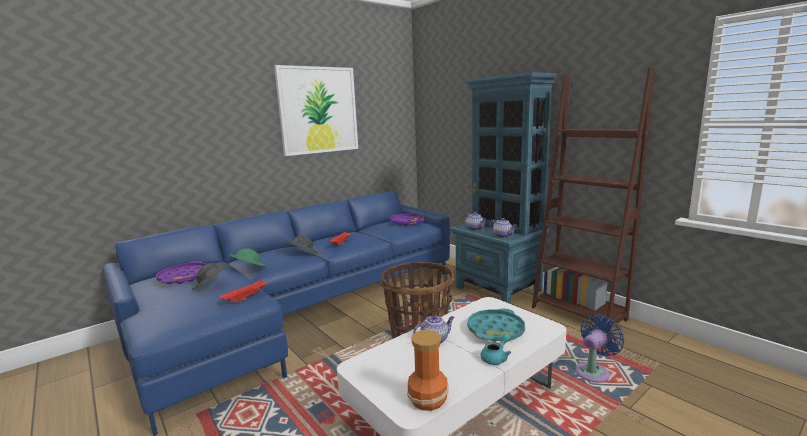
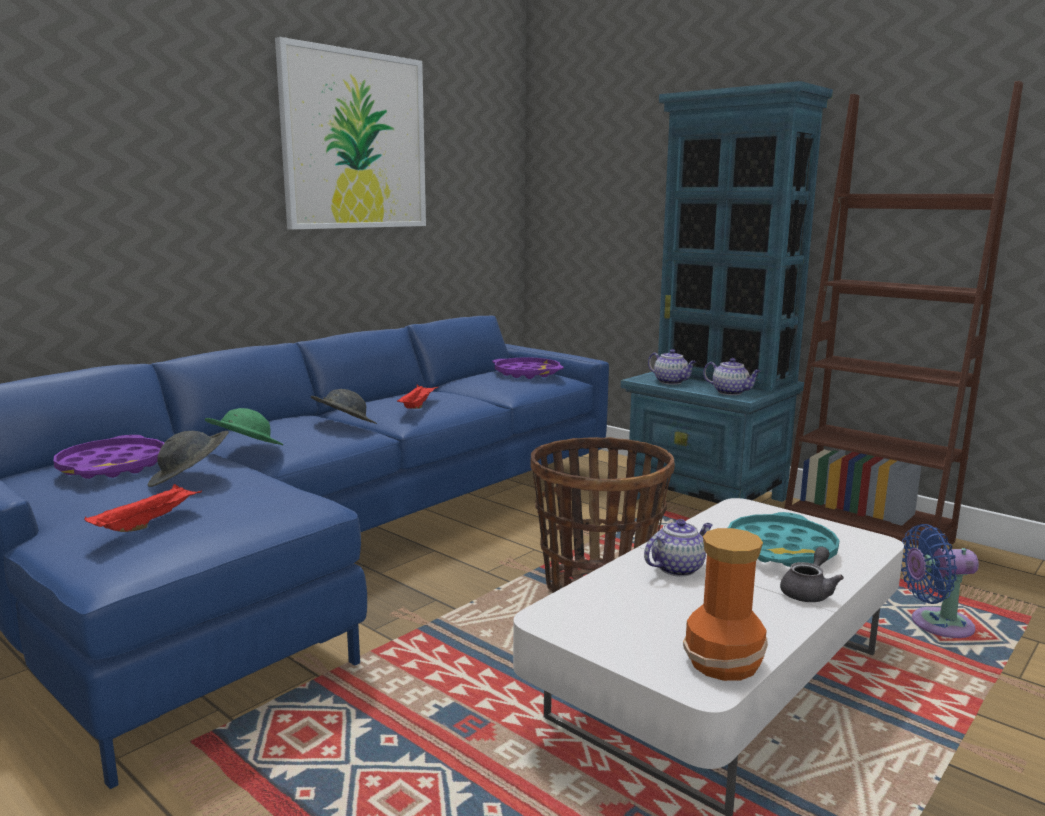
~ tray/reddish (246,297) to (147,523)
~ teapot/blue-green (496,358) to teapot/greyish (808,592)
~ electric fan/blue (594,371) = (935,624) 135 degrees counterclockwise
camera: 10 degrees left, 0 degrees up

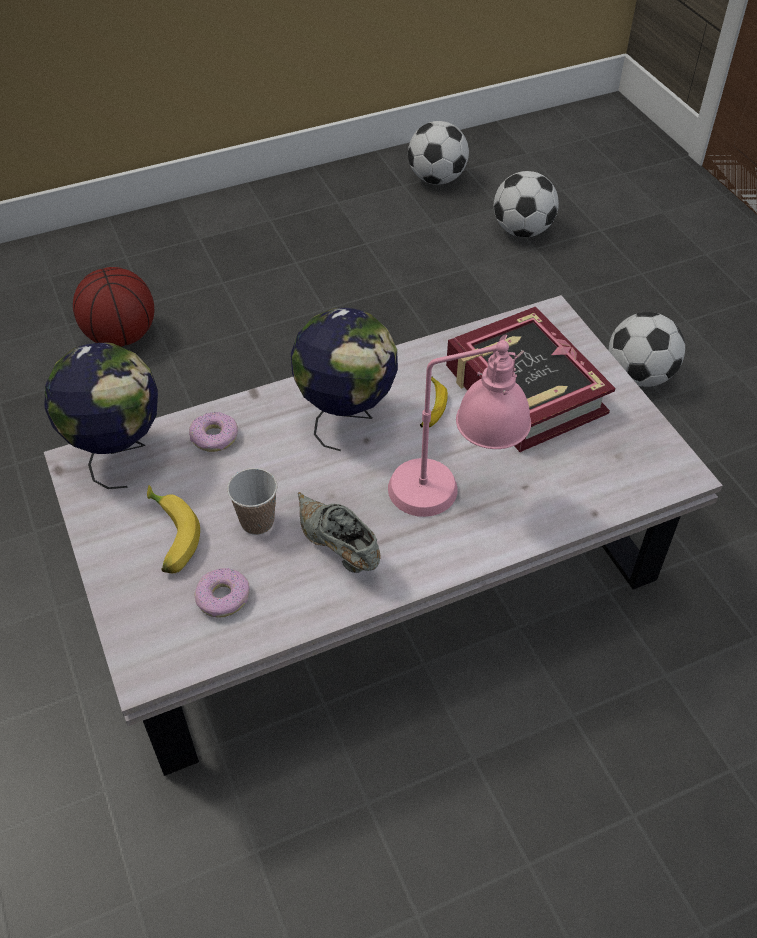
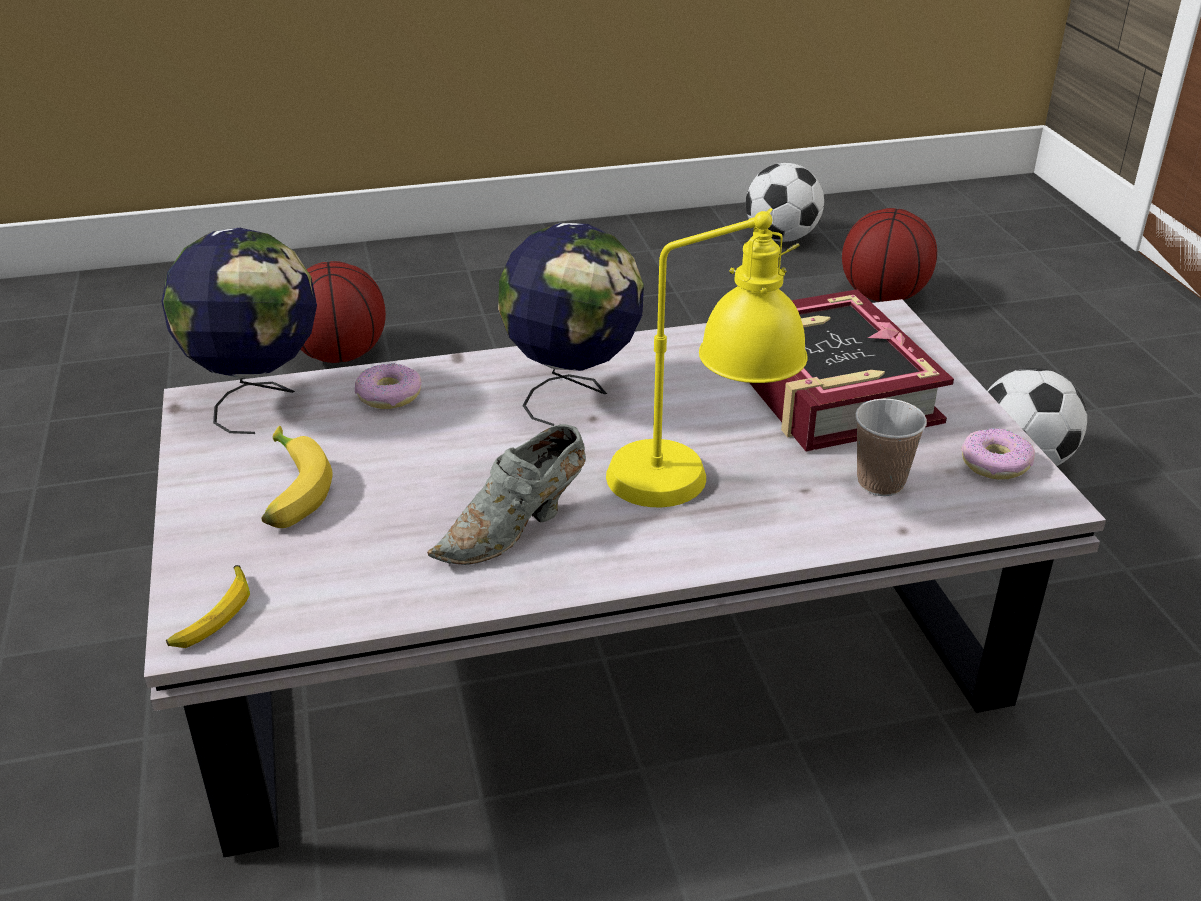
~ ring doughnut (222,597) to (994,463)
~ cup (257,522) to (880,483)
~ low shoe/greyish (338,548) = (516,528) 105 degrees counterclockwise
~ lamp for a table/pink-coloured (454,492) to lamp for a table/yellowish (700,485)
~ banana fruit (431,407) to (213,615)
~ ball for football (522,230) to ball for basketball (884,296)
camera: 10 degrees right, 15 degrees down

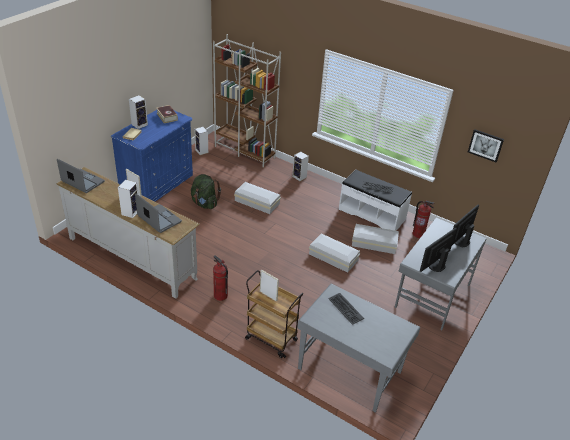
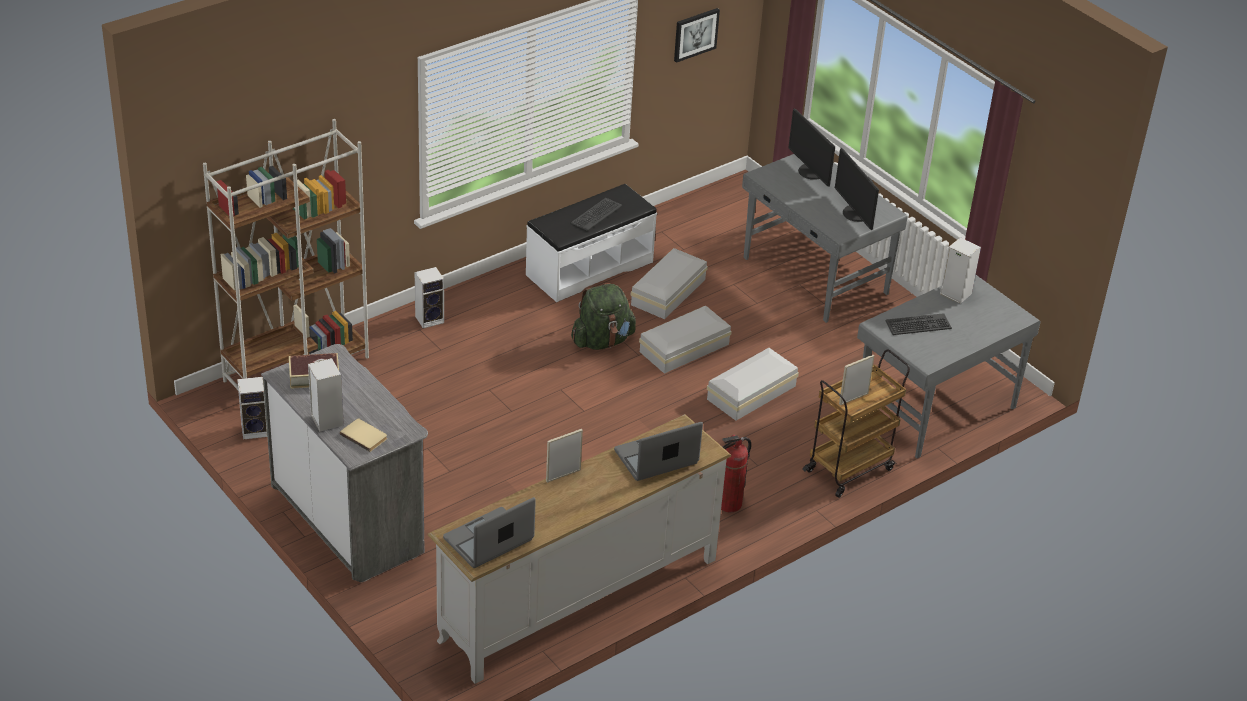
~ chest of drawers/blue (158,185) to chest of drawers/greyish (349,521)
~ audio speaker (130,212) to (954,293)
~ rucksack/green (204,203) to (602,341)
~ storage box/white-coloured (256,201) to (749,392)
- fire extinguisher (418,234)
camera: 70 degrees left, 0 degrees up

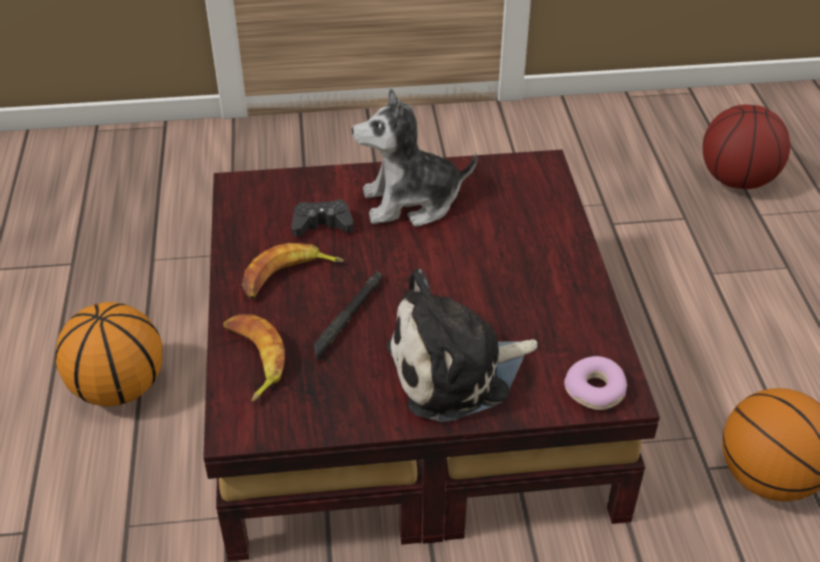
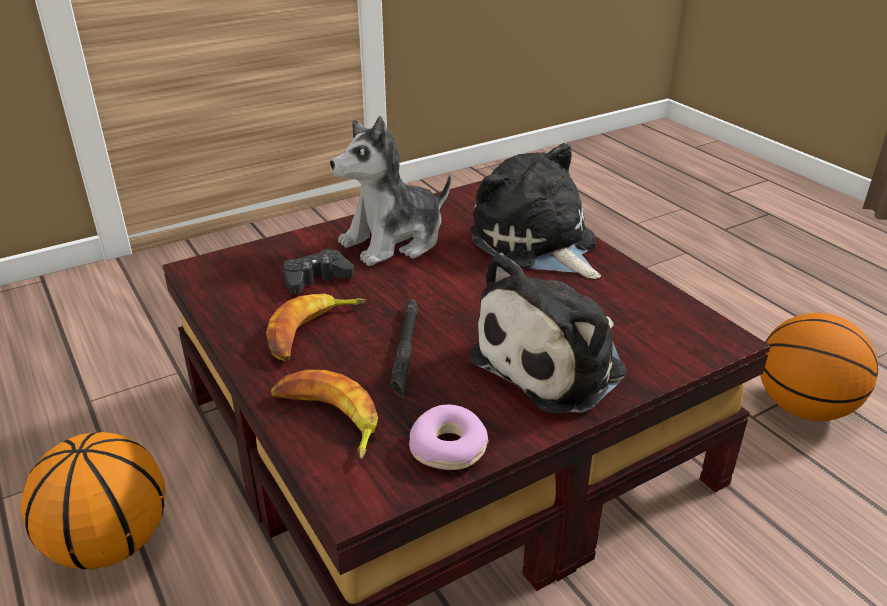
~ ring doughnut (595,390) to (449,448)
- ball for basketball (737,180)
+ cuddly toy (536,244)
camera: 25 degrees left, 10 degrees down

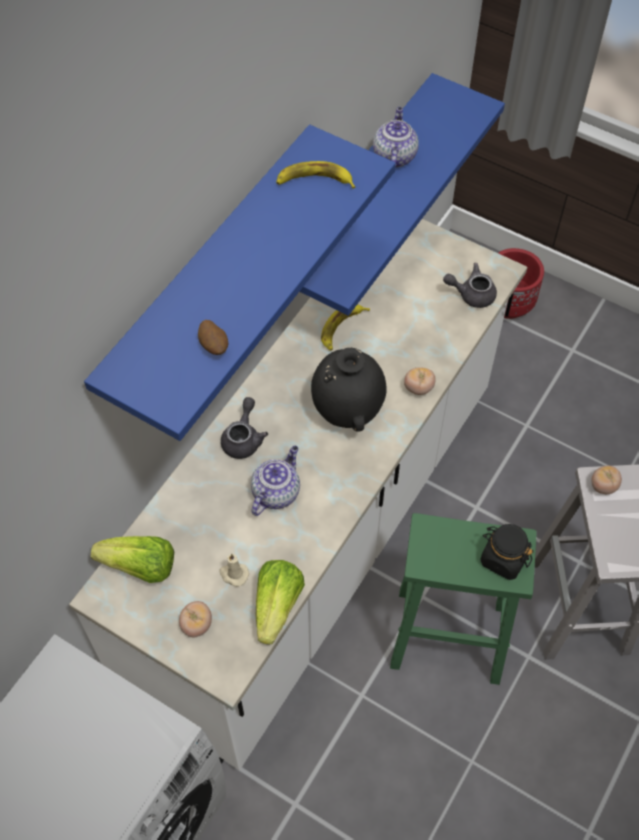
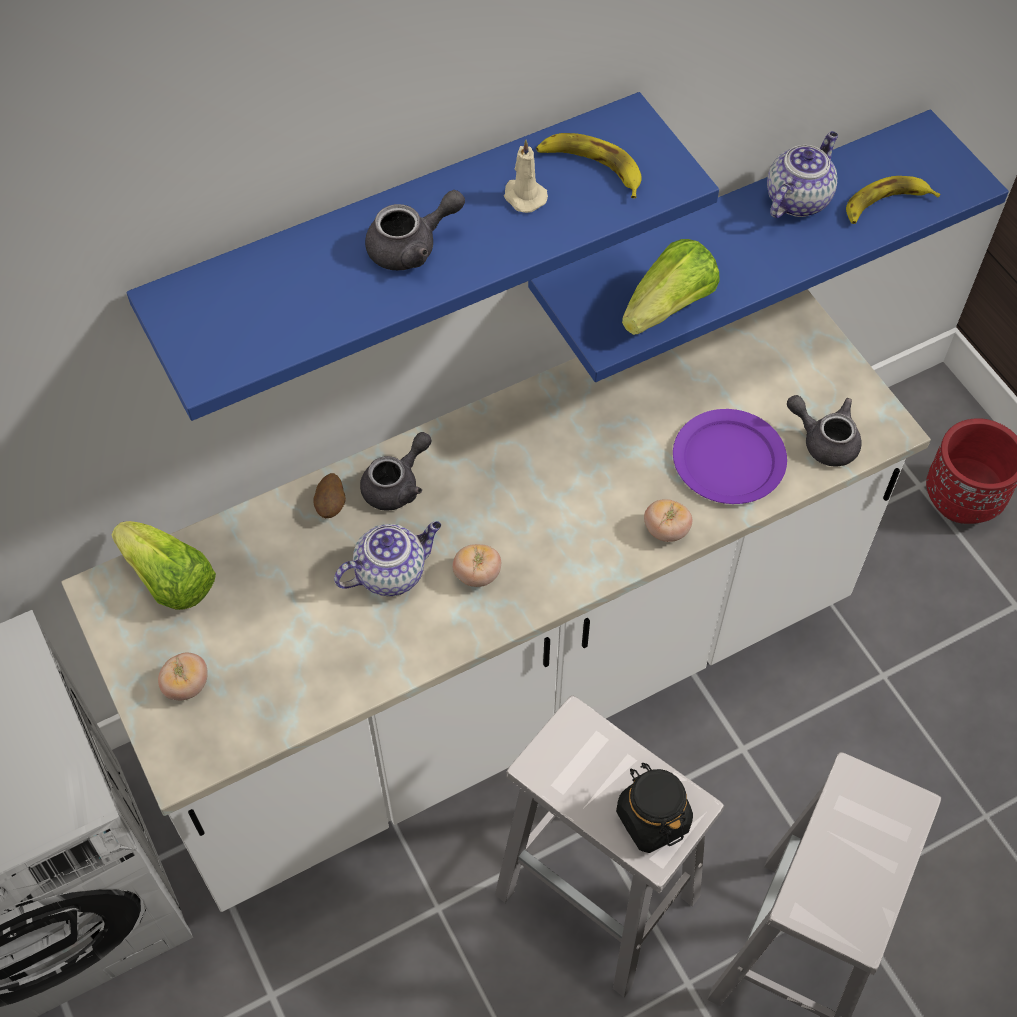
~ whole potato (214,346) to (331,505)
~ candle/beige (233,574) to (523,196)
~ head of lettuce (277,606) to (669,307)
- decorative vase/black (347,411)
~ banana fruit (342,328) to (885,205)
~ sitting stool/green (450,635) to sitting stool/white-coloured (600,897)
~ fresh tomato (603,486) to (477,575)
+ teapot/greyish (412,247)
+ plate/purple-coloured (729,460)
camera: 30 degrees right, 0 degrees up

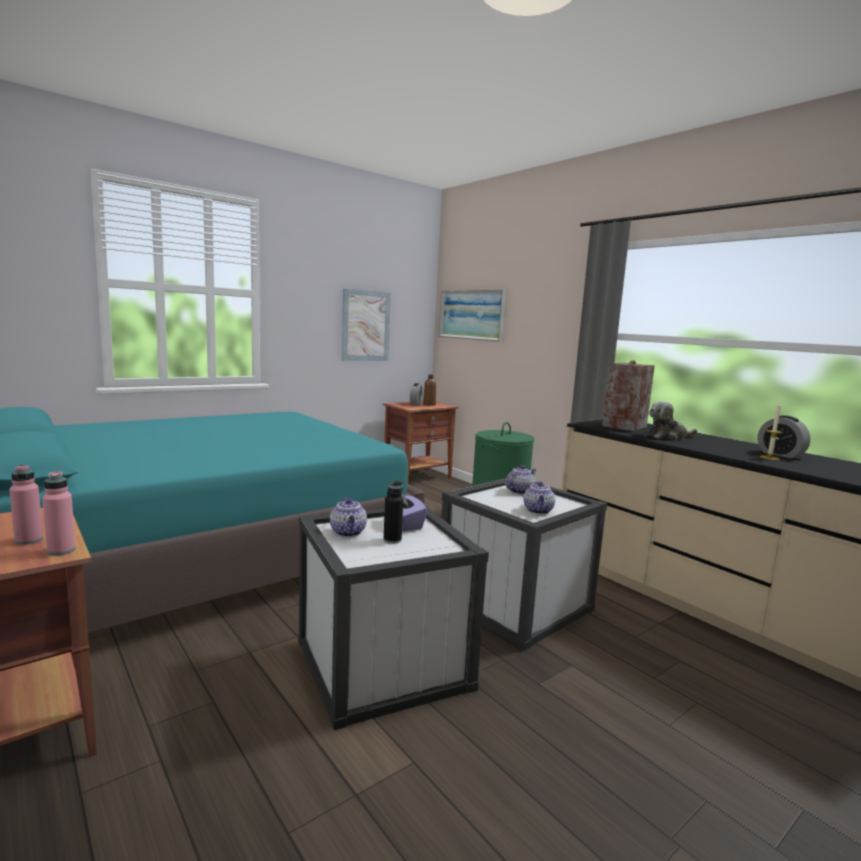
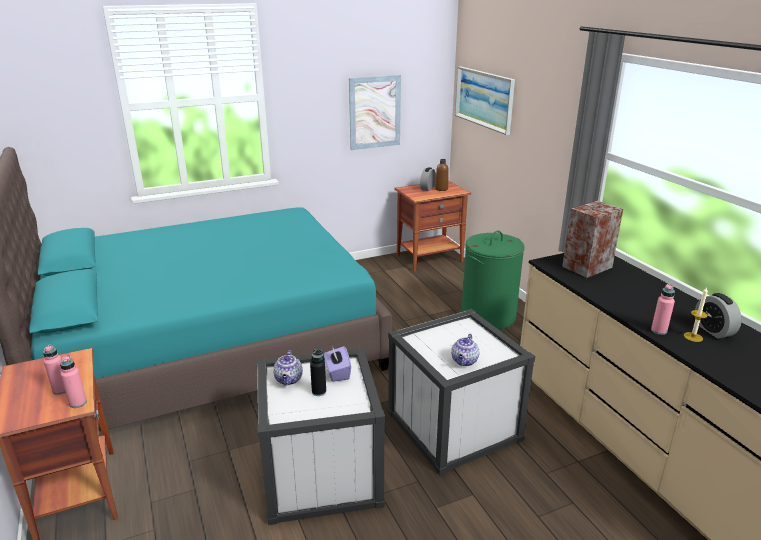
- teapot (520,491)
- cuddly toy (668,436)
+ drink bottle/pink-coloured (659,331)
camera: 15 degrees right, 15 degrees up

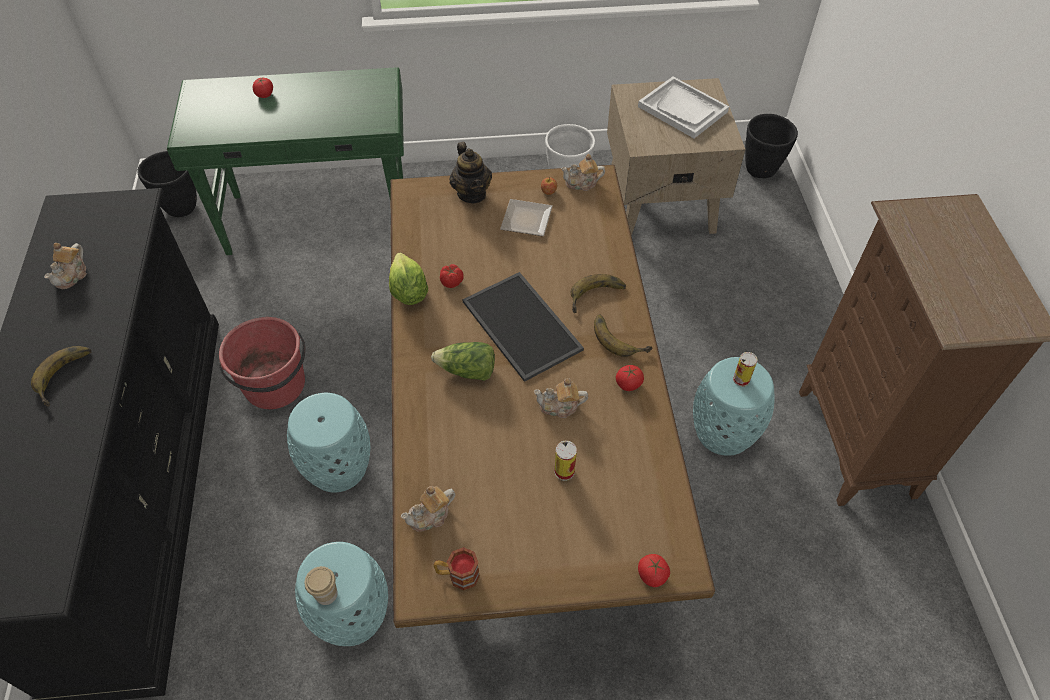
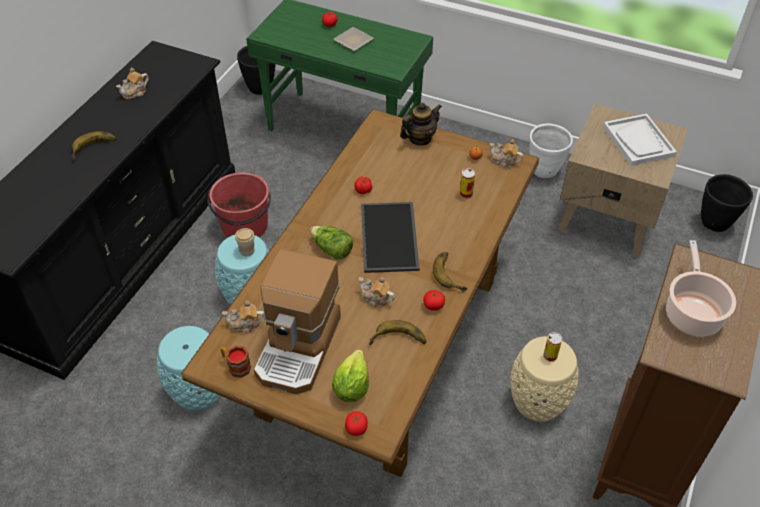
~ cup (326,594) to (247,251)
~ head of lettuce (408,292) to (351,387)
~ teapot (472,193) = (420,139) 135 degrees counterclockwise
~ plate (524,221) to (352,41)
~ sealed can (564,471) to (466,194)
~ banana fruit (598,298) to (398,341)
~ sitting stool/blue-green (724,432) to sitting stool/beige (538,401)
+ coffee maker (299,347)
+ saucepot (692,313)
camera: 30 degrees right, 5 degrees down

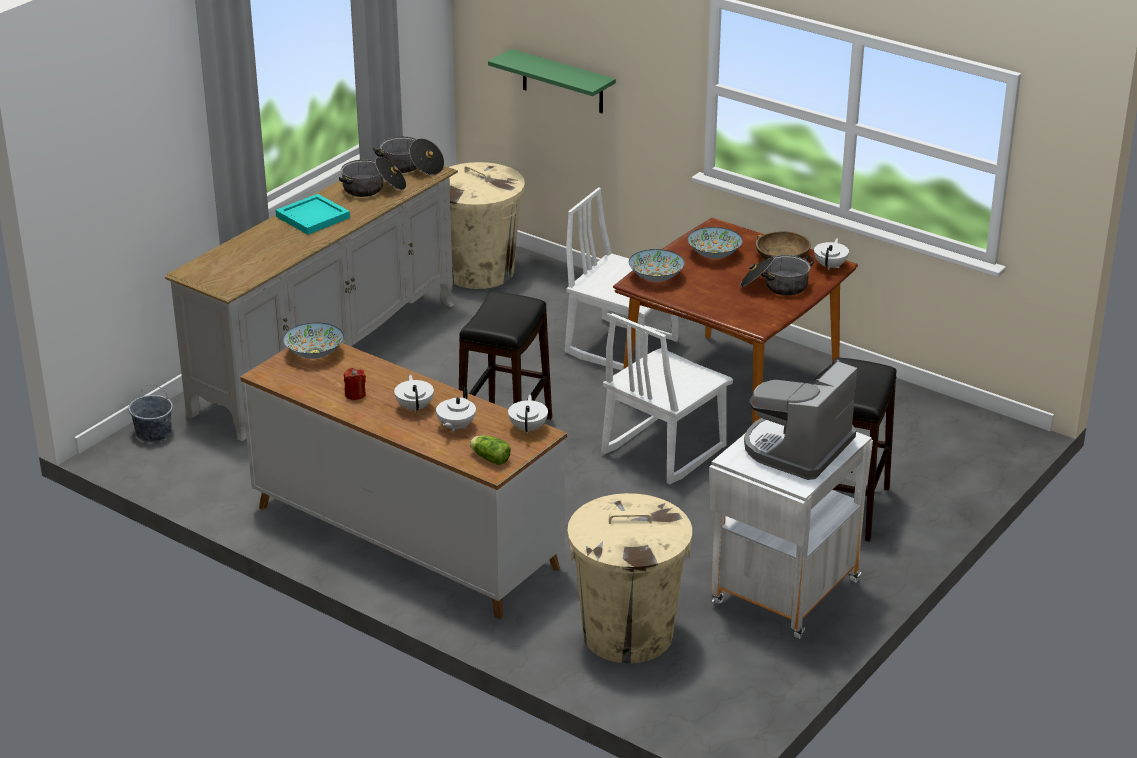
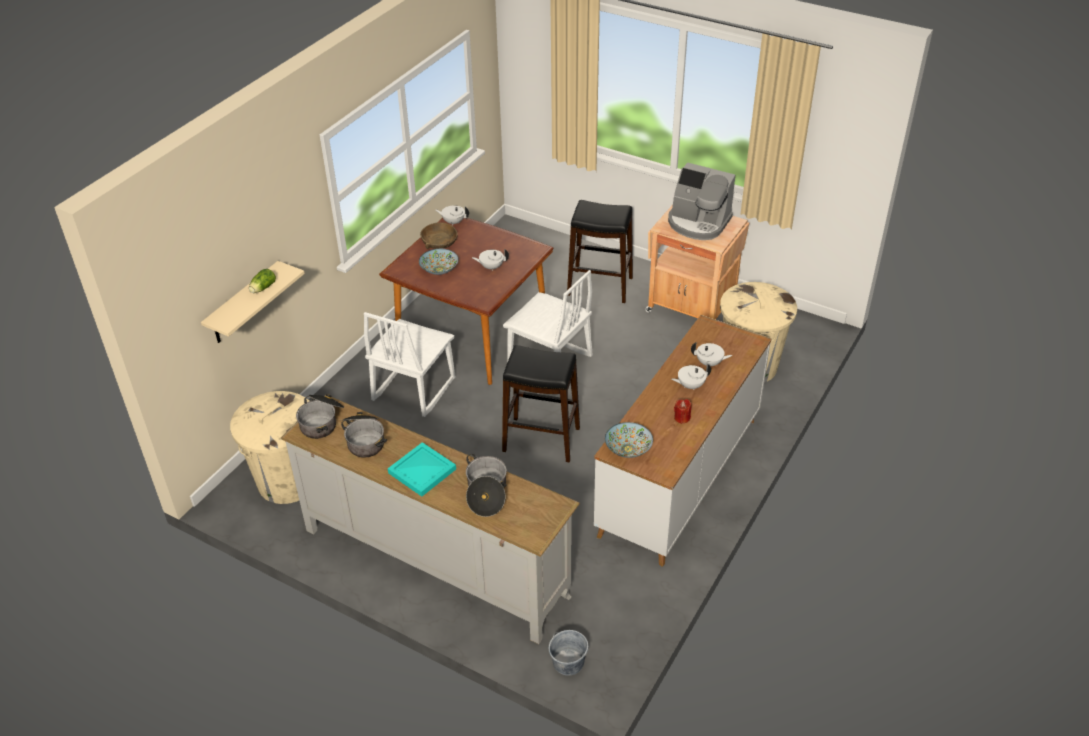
~ head of lettuce (489,458) to (262,288)
~ bracket shelf/green (562,82) to bracket shelf/beige (243,304)
~ teapot/white-coloured (528,428) to (491,267)
- deep dish (655,277)
~ cart/white-coloured (783,594) to cart/brownish (692,308)
~ saucepot (775,286) to (486,493)
camera: 95 degrees left, 10 degrees up

